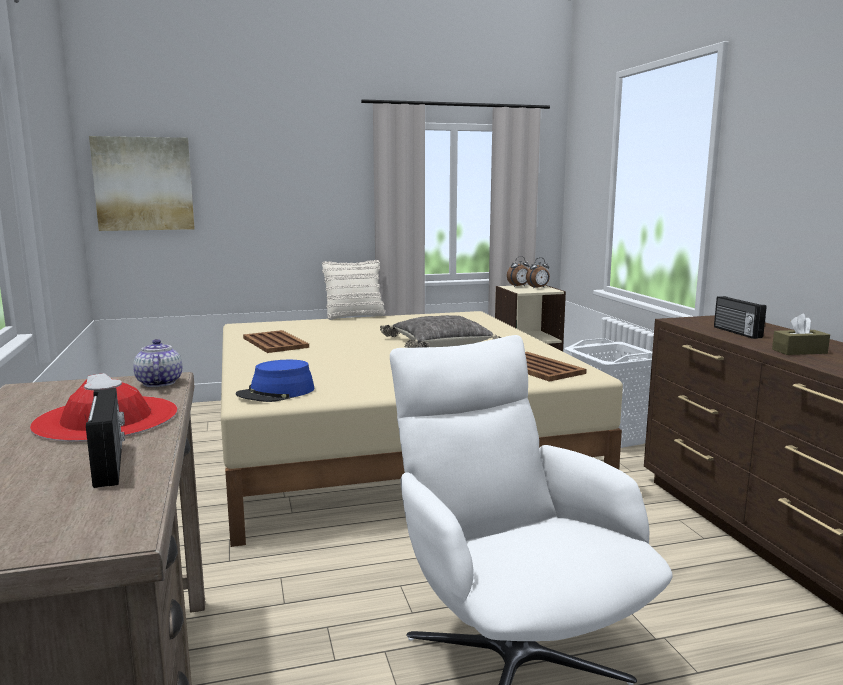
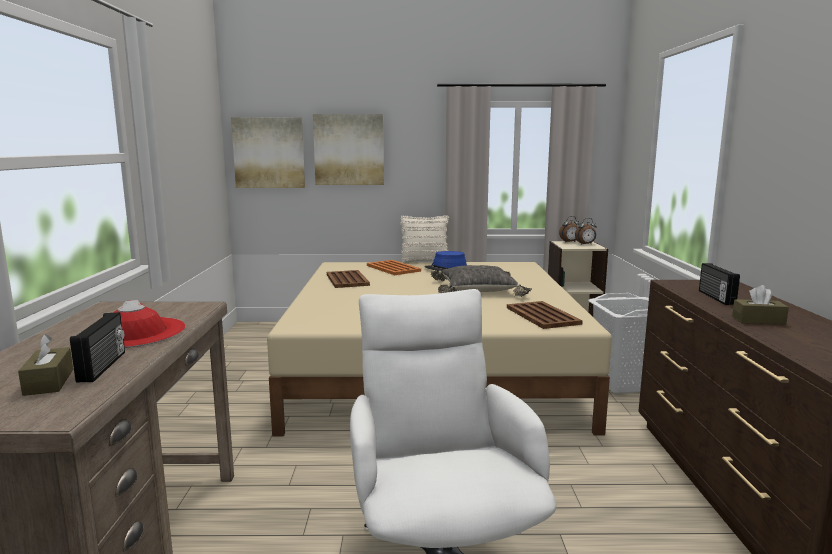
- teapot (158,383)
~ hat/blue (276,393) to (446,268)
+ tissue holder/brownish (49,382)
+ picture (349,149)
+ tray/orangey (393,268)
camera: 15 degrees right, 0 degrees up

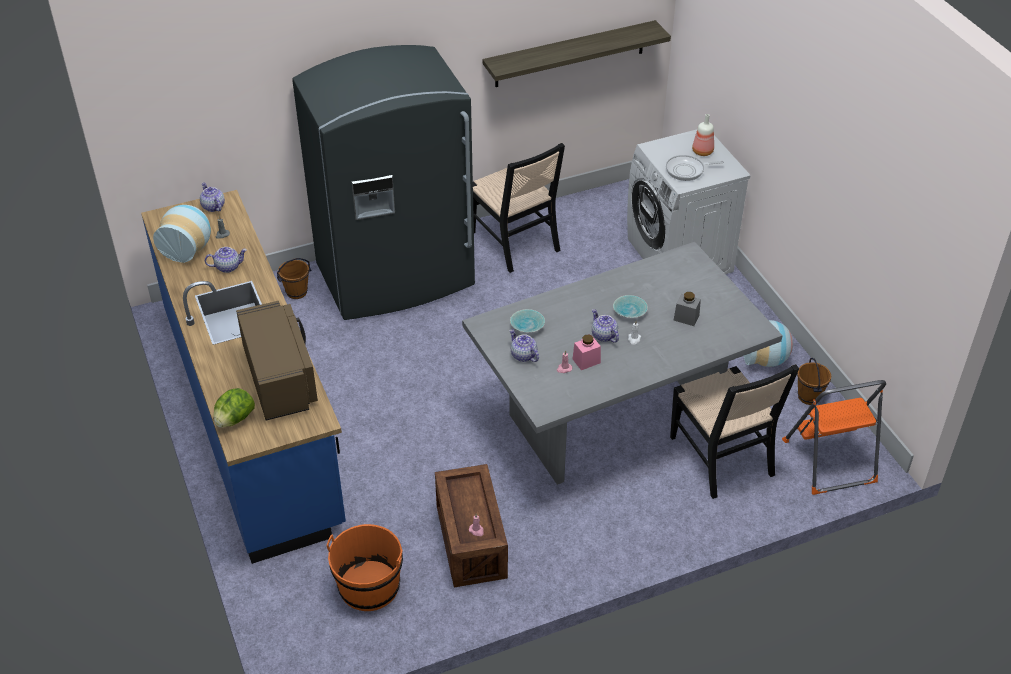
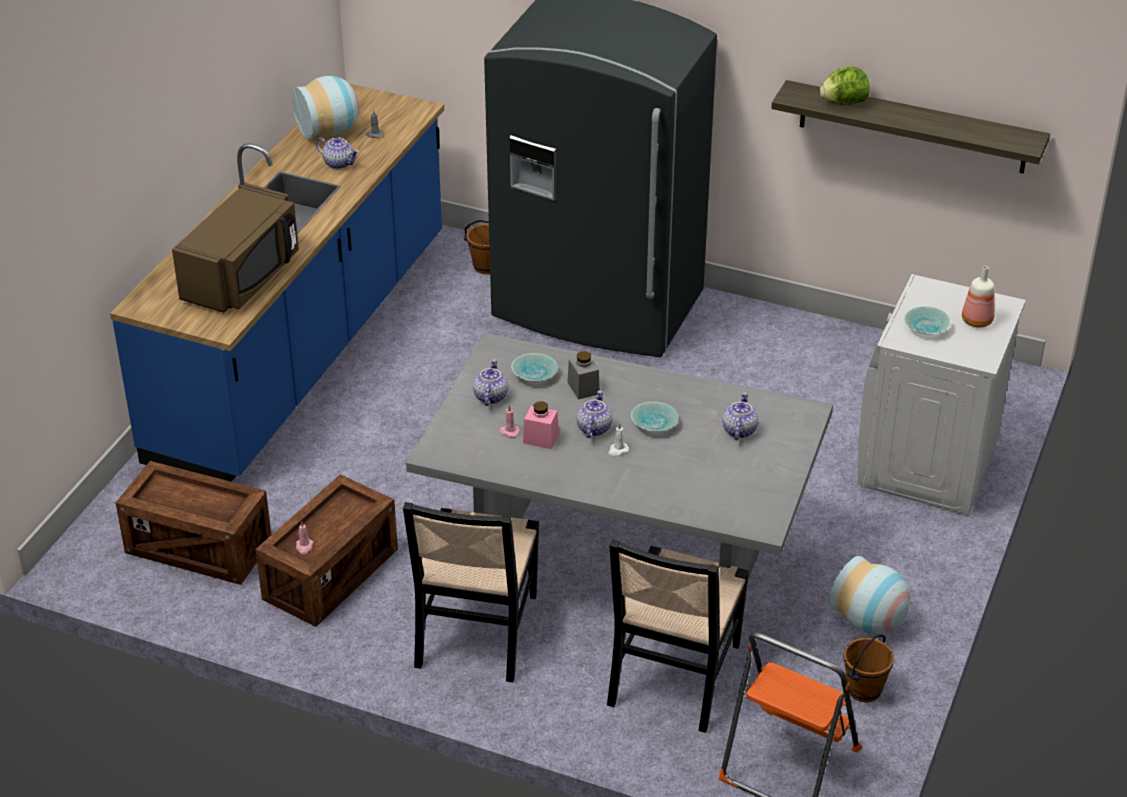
~ teapot (213,206) to (739,430)
~ head of lettuce (235,419) to (843,103)
~ bucket/orangey (369,587) to packing crate (198,548)
~ chair (514,242) to (477,632)
~ frying pan (687,170) to deep dish/blue-green (926,329)
~ jar/greyish (686,318) to (583,388)
camera: 45 degrees right, 5 degrees down

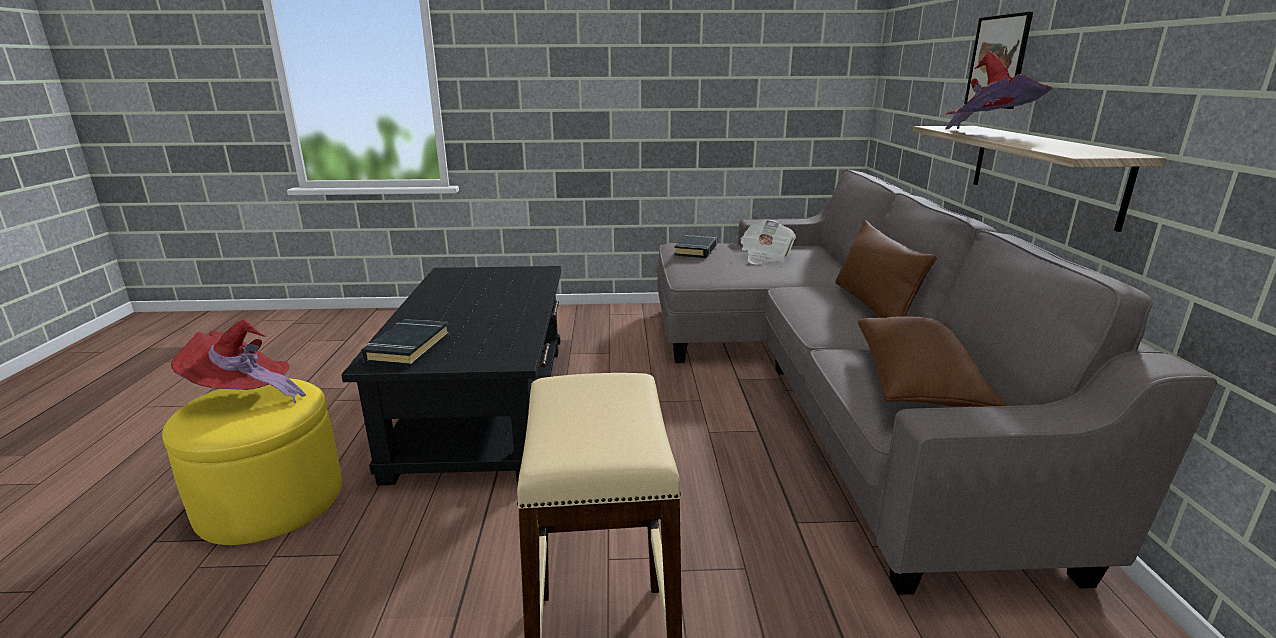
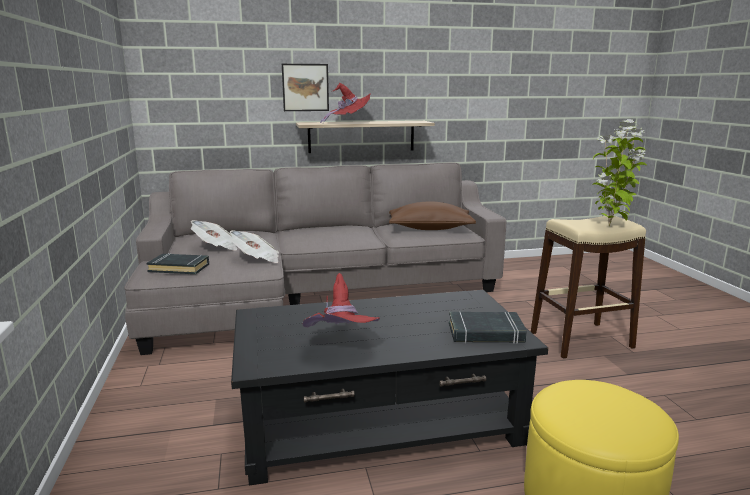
~ hat/reddish (244,395) to (341,345)
- throw pillow/brownish (873,305)
+ daily paper (257,259)
+ plant in a pot (610,226)
camera: 100 degrees left, 5 degrees down

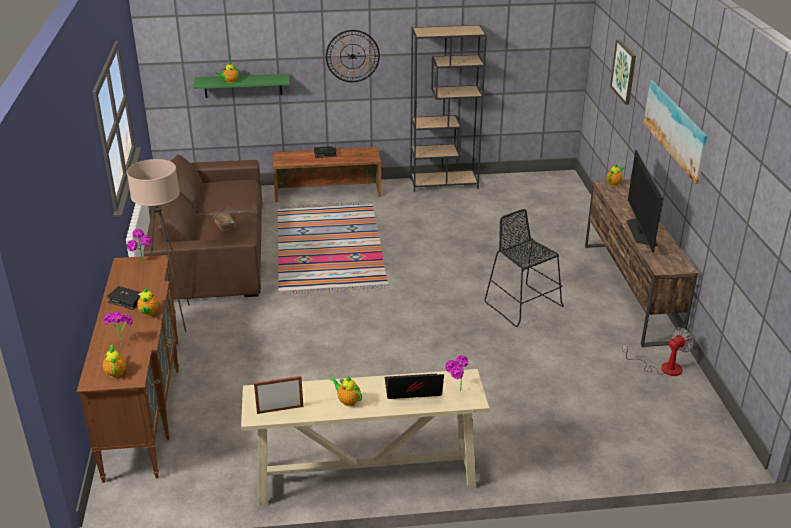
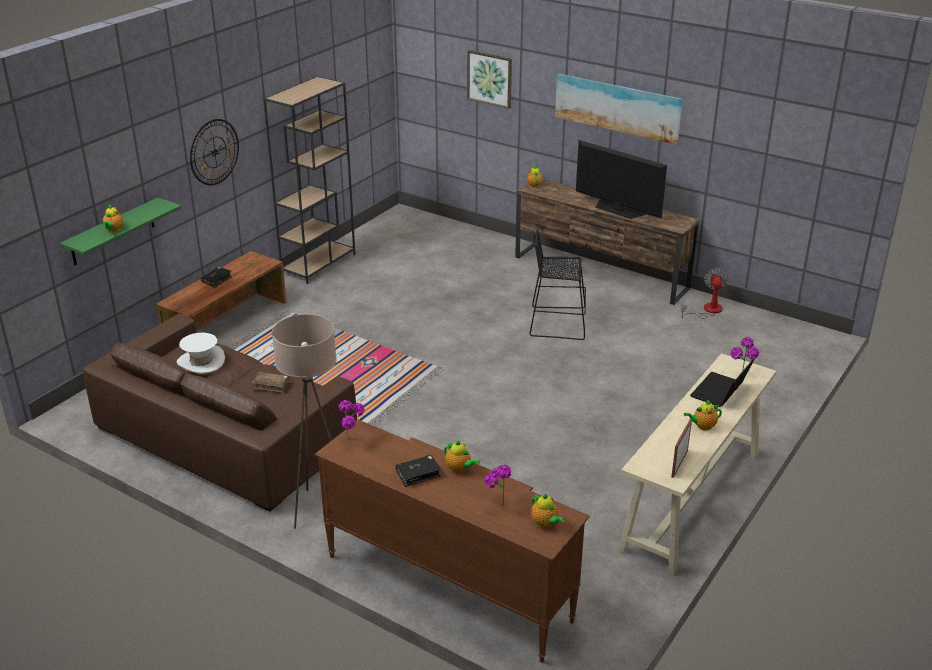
~ teapot (116,372) = (545,523) 150 degrees counterclockwise
+ hat/white-coloured (201,362)
camera: 50 degrees left, 0 degrees up

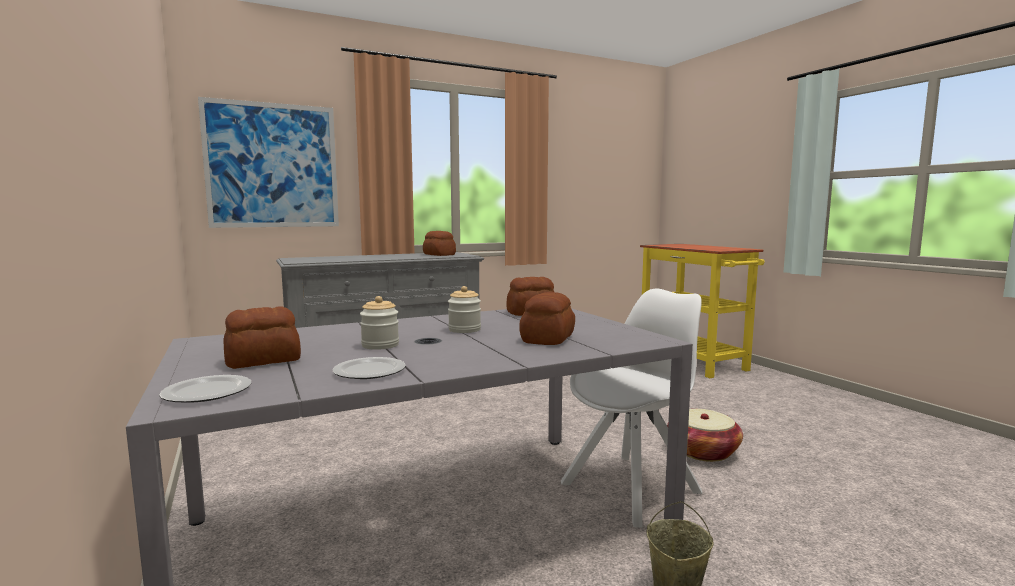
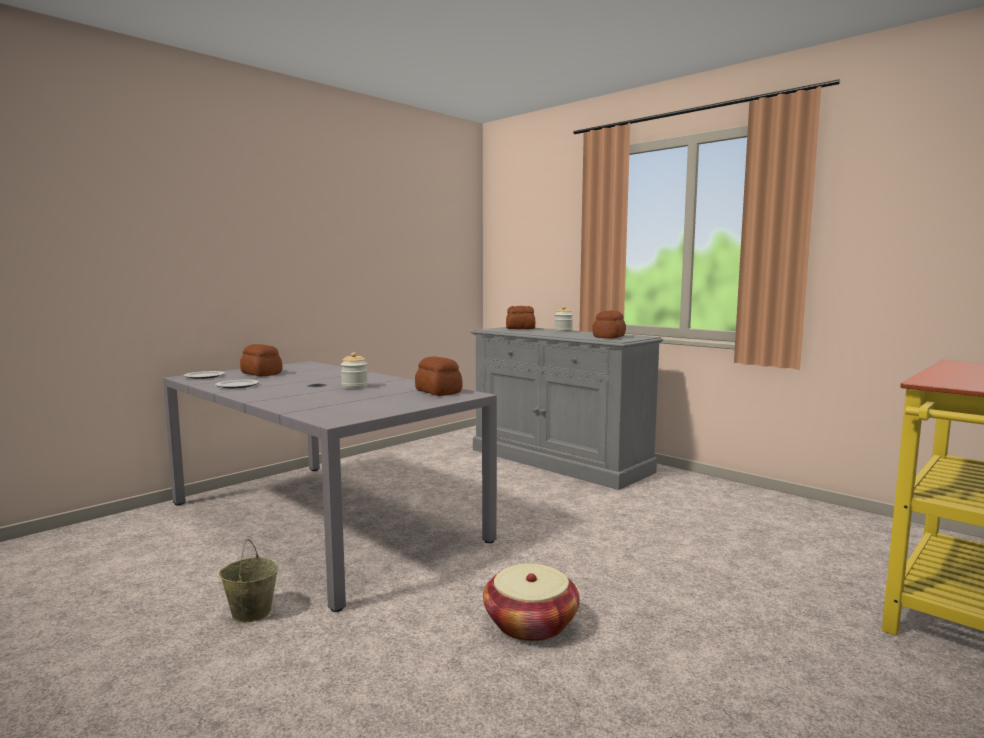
- picture (272,166)
~ jar (380,345) to (563,331)
~ bakery bread (546,339) to (520,328)
- chair/white-coloured (632,487)
camera: 70 degrees right, 0 degrees up

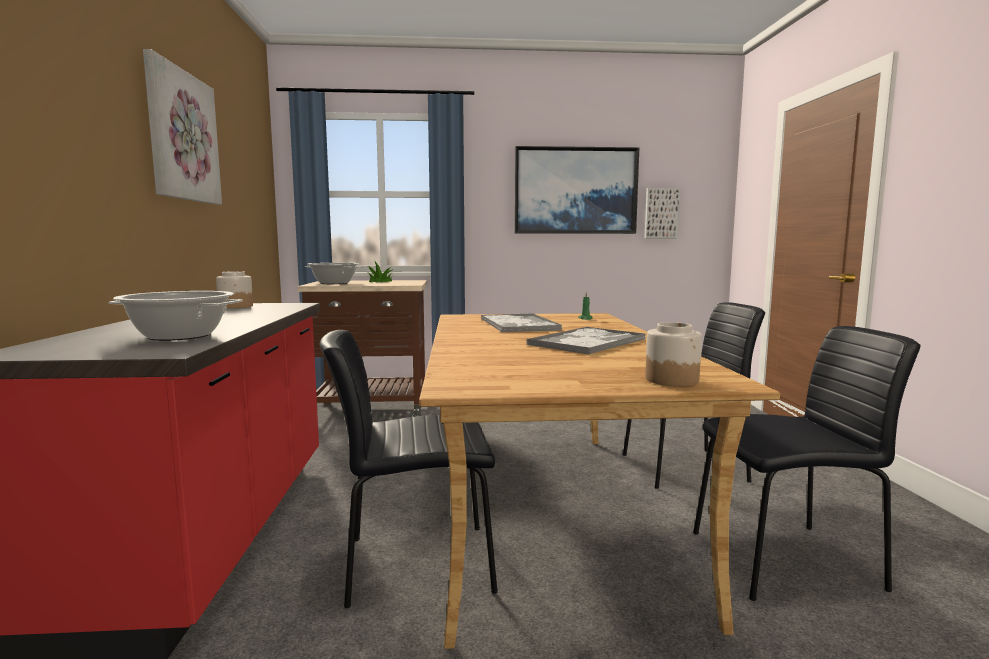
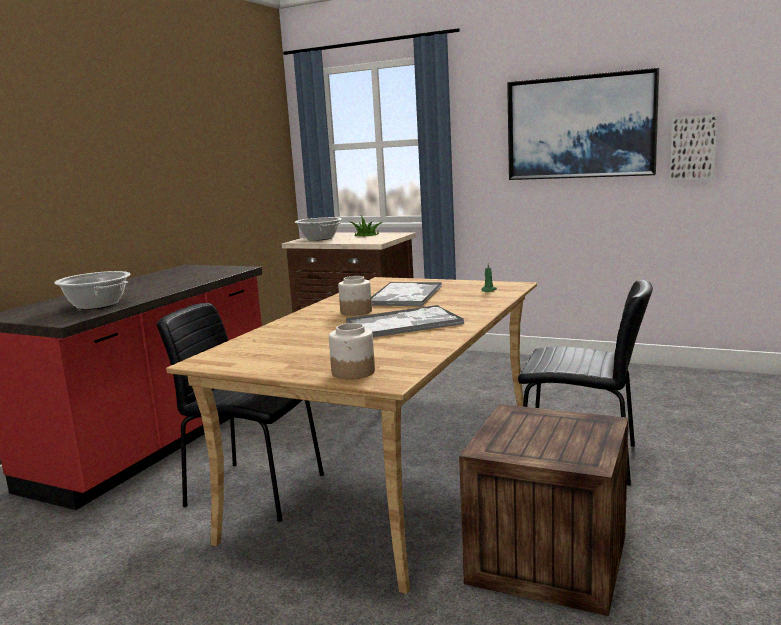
- picture (182,136)
~ jar (235,306) to (355,311)
~ chair/black (789,559) to packing crate (548,559)
camera: 30 degrees right, 5 degrees up

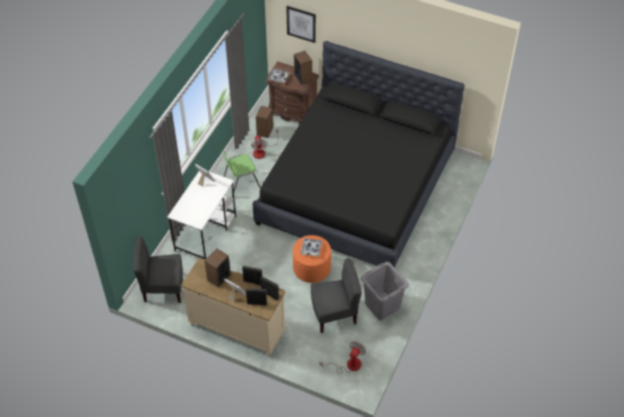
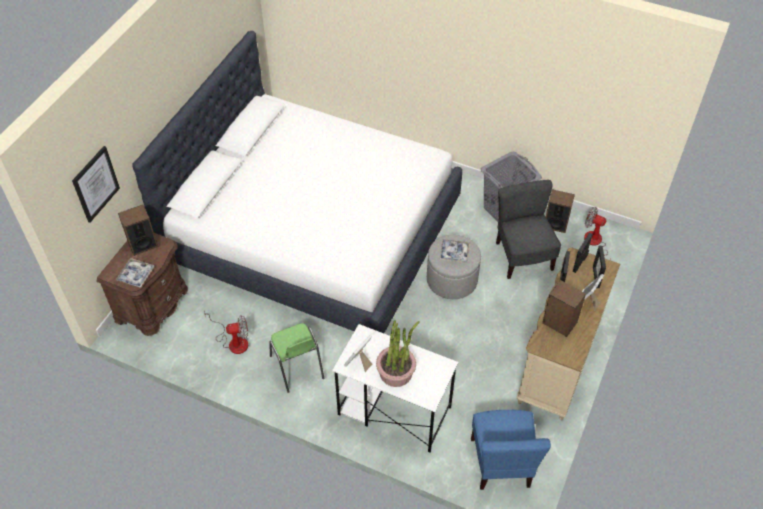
~ chair/greyish (163,288) to chair/blue (501,463)
~ bed/black (356,187) to bed/white-coloured (313,230)
~ audio speaker (265,131) to (555,224)
~ ottoman/orangey (311,268) to ottoman/greyish (452,279)
+ plant in a pot (396,372)
camera: 90 degrees left, 0 degrees up

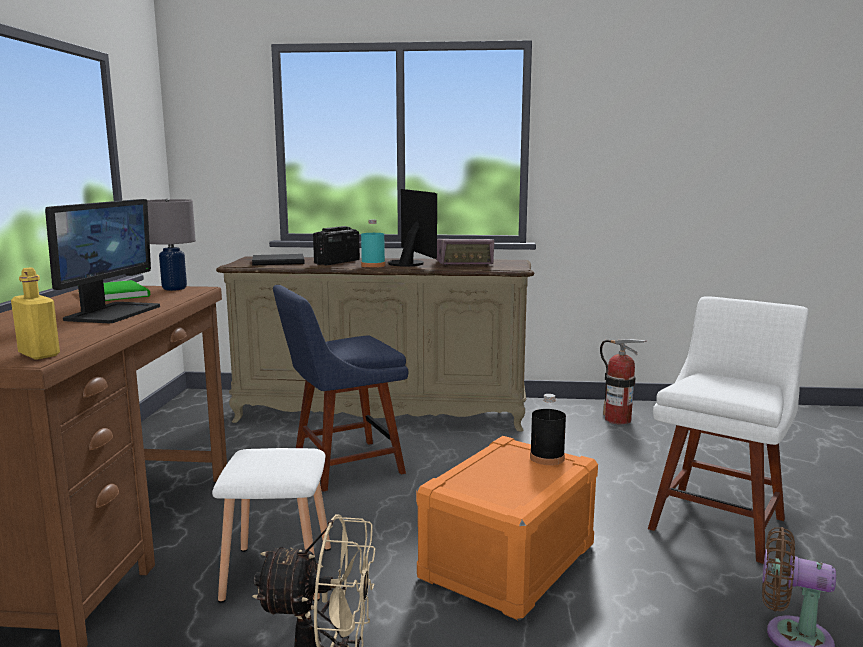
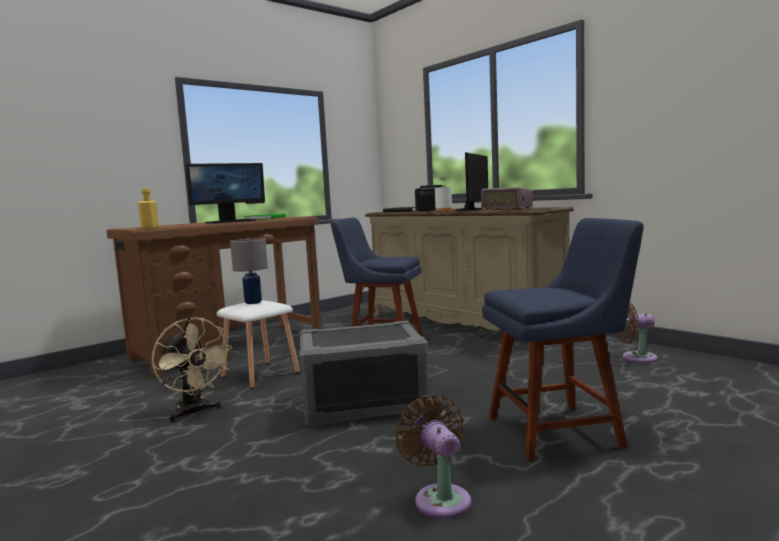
~ lamp for a table/greyish (173,288) to (253,302)
~ drink bottle/blue-green (373,265) to drink bottle/white-coloured (443,211)
~ storage box/orangey (509,562) to storage box/greyish (363,403)
- drink bottle/black (547,458)
~ fire extinguisher (618,419) to electric fan/brownish (635,358)
~ chair/white-coloured (719,520) to chair/blue (560,430)
camera: 45 degrees right, 5 degrees down

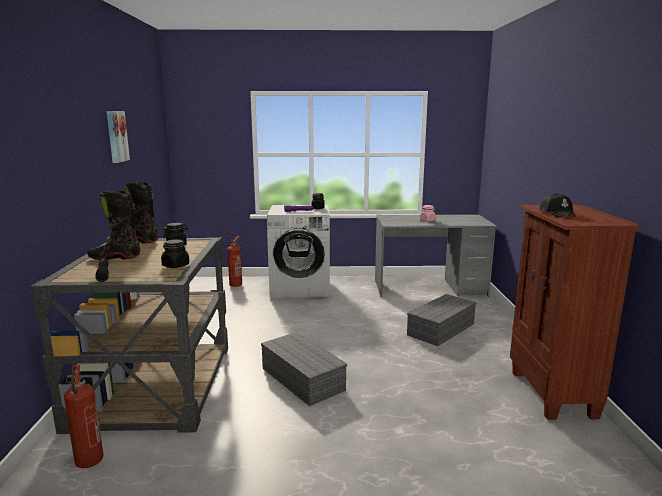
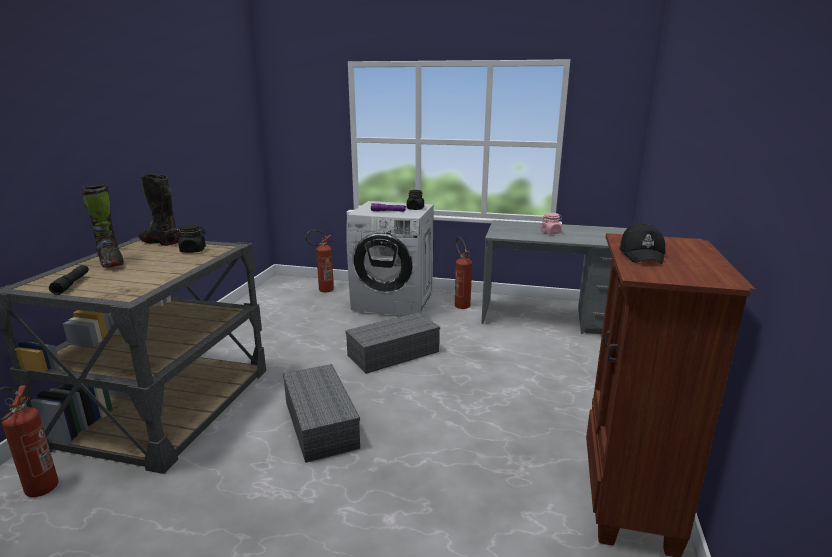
~ tall boot/black (115,257) = (111,262) 135 degrees counterclockwise
- picture (116,136)
- jar/black (175,265)
~ storage box/greyish (441,328) to (394,353)
+ fire extinguisher (460,304)
camera: 15 degrees right, 5 degrees up

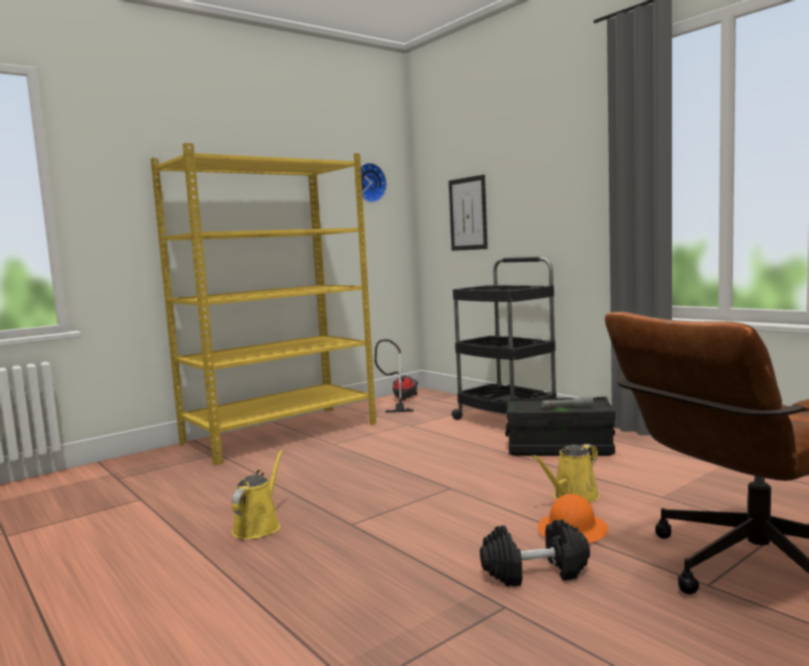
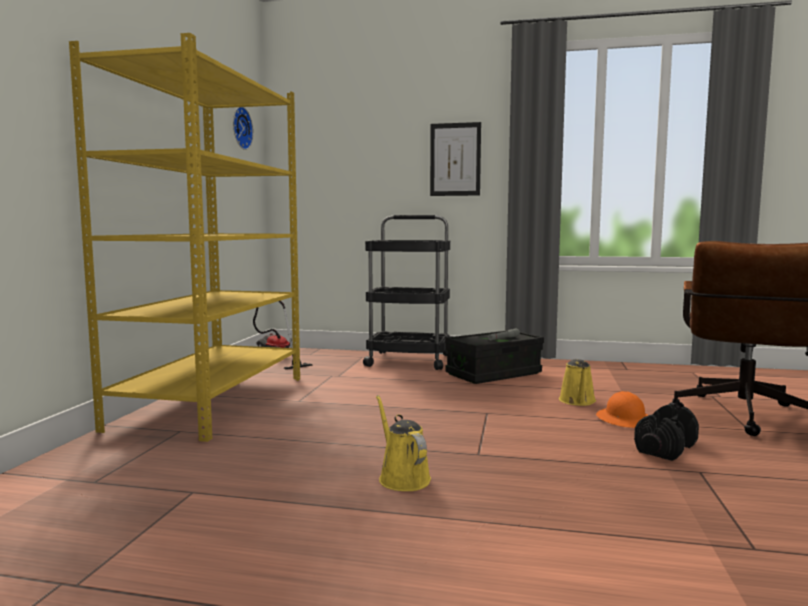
~ picture (468,214) to (455,159)
camera: 40 degrees left, 0 degrees up

